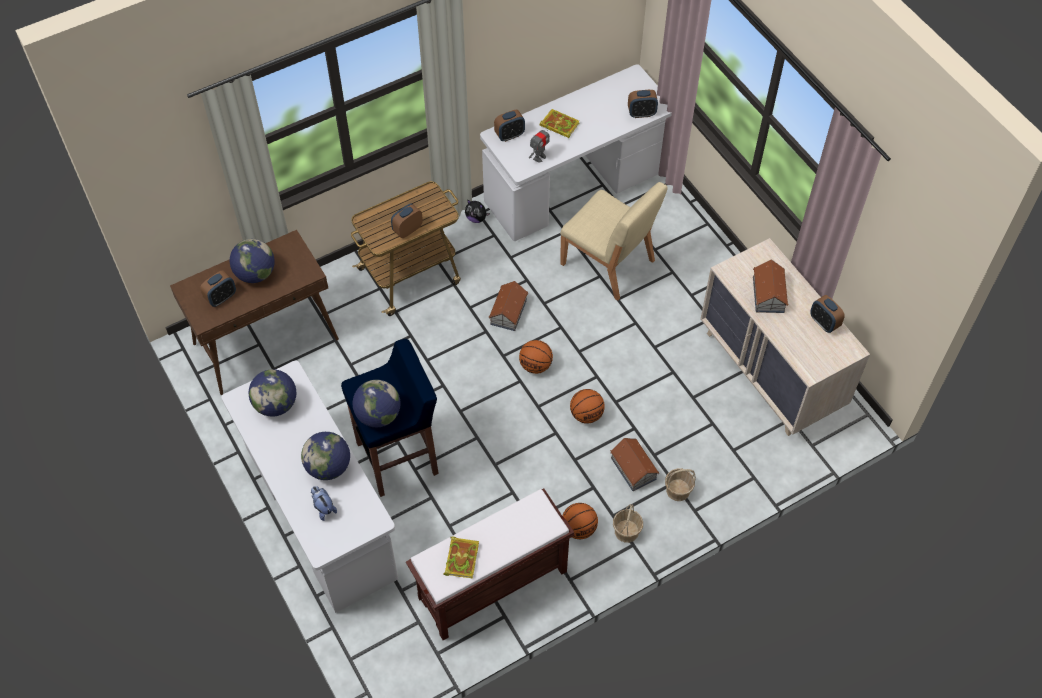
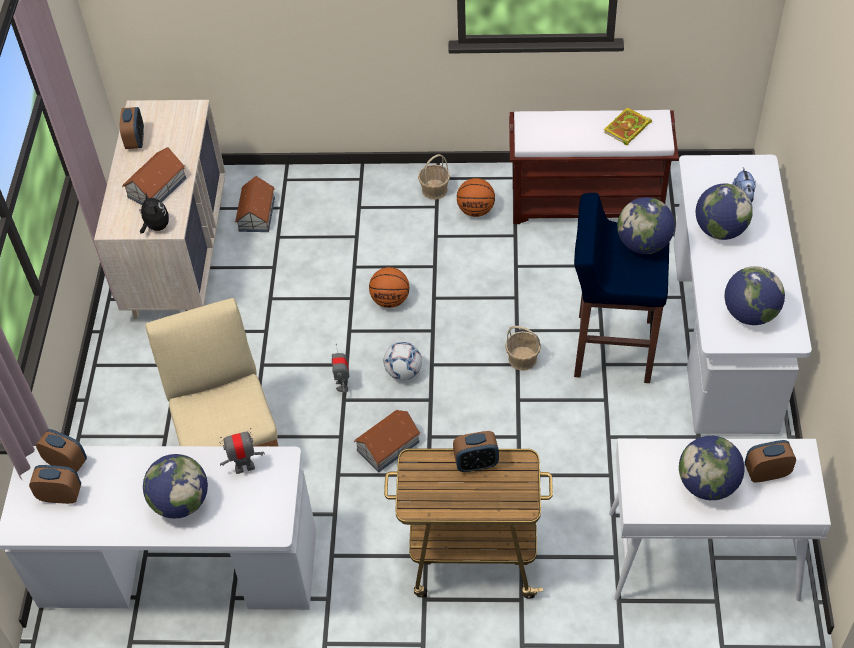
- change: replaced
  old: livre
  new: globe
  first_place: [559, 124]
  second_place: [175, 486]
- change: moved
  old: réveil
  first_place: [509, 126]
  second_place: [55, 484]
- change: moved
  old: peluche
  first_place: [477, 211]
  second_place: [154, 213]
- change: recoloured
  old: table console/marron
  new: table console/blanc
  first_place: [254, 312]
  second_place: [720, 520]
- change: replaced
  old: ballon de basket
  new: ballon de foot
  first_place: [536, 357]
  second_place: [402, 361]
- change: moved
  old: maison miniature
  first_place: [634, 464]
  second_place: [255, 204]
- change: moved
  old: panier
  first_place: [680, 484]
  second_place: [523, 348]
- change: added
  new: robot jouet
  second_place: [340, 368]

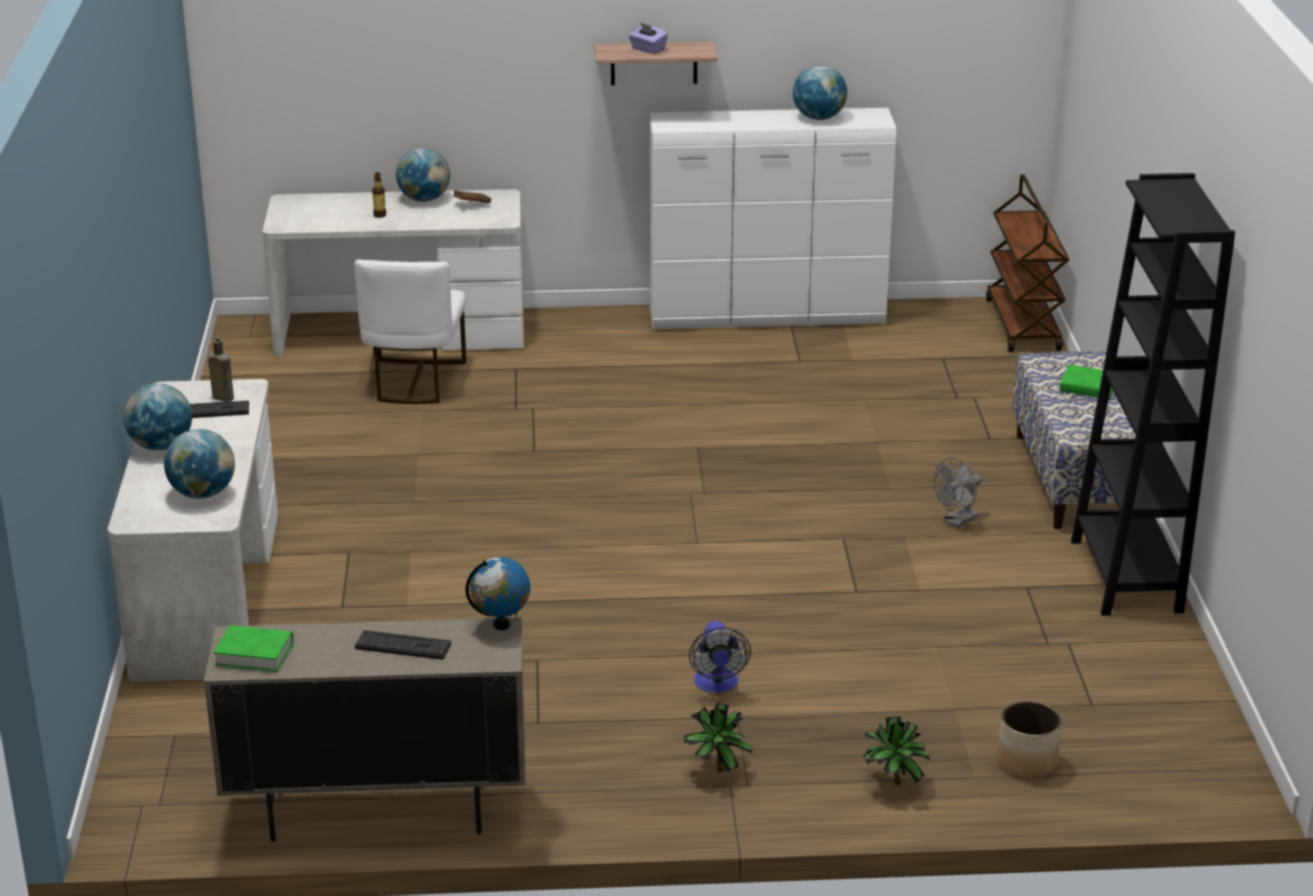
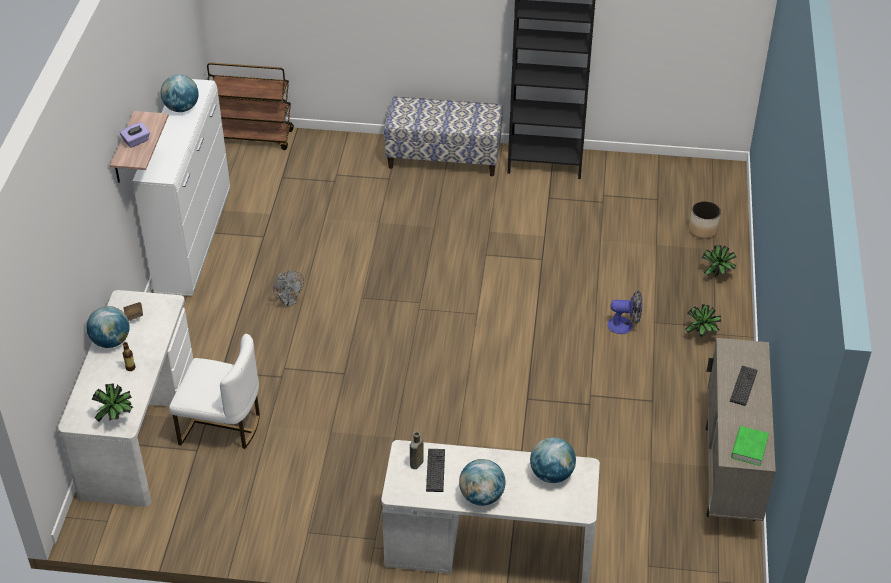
- change: removed
  old: livre/vert
  first_place: [1086, 382]
- change: moved
  old: ventilateur/gris
  first_place: [958, 492]
  second_place: [288, 289]
- change: removed
  old: globe
  first_place: [497, 593]
- change: added
  new: plante en pot
  second_place: [112, 402]

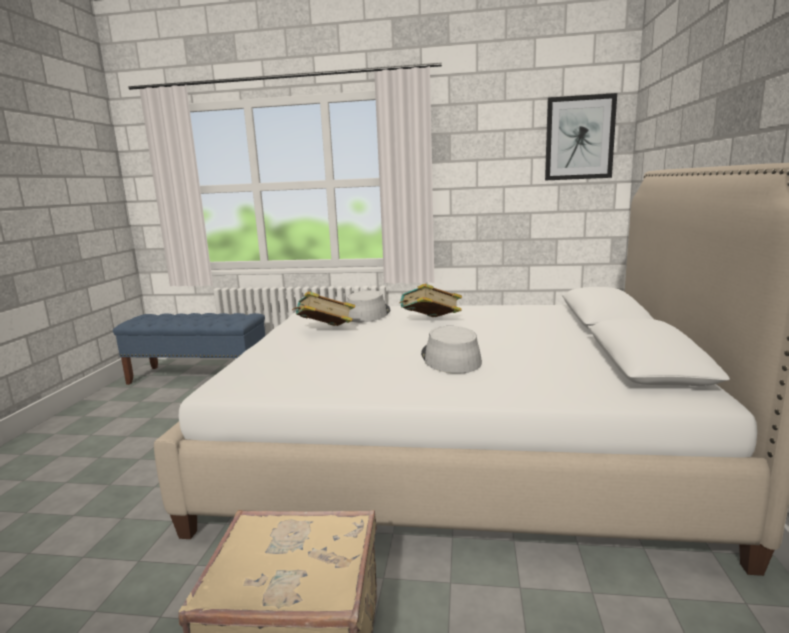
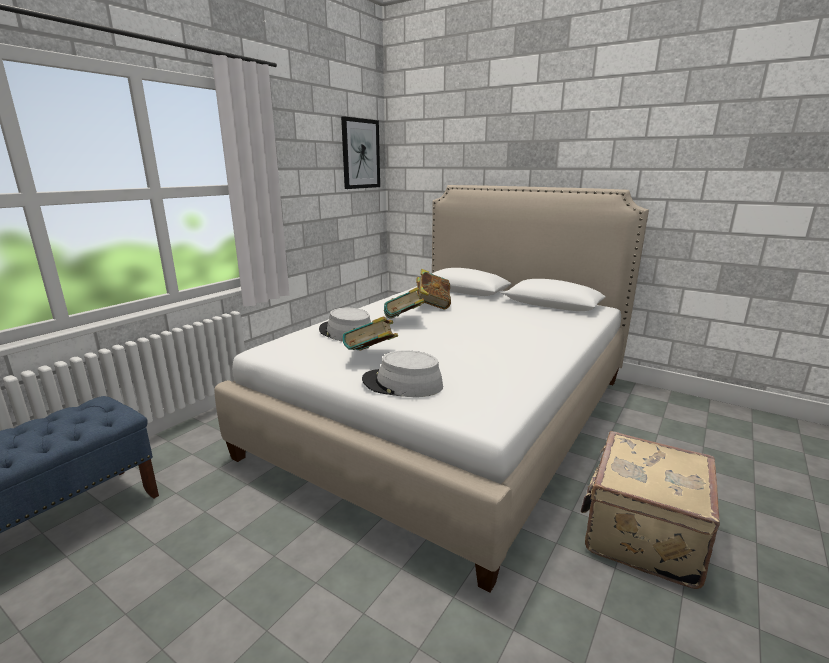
- change: moved
  old: chapeau/gris
  first_place: [451, 350]
  second_place: [402, 373]
- change: added
  new: livre
  second_place: [433, 289]

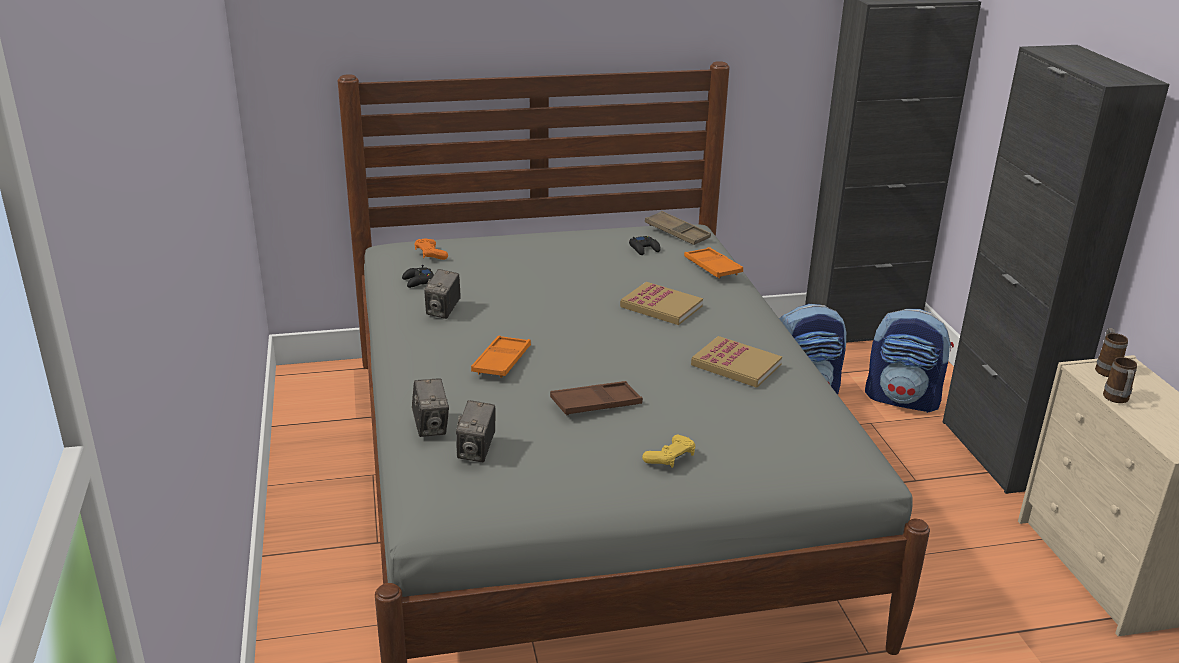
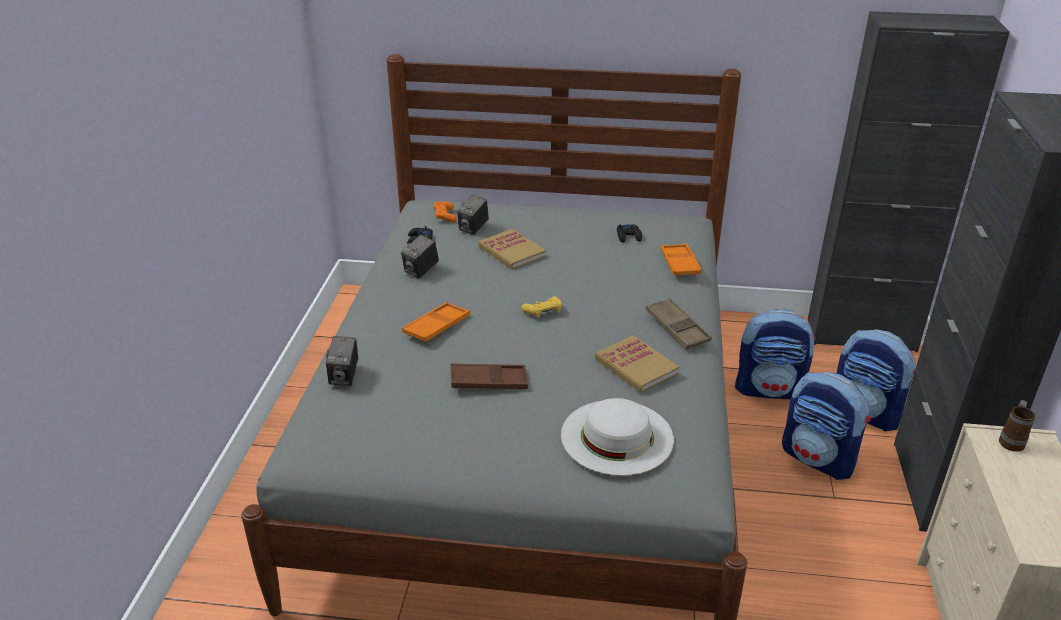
- change: moved
  old: plateau/marron
  first_place: [678, 228]
  second_place: [679, 323]
- change: moved
  old: livre
  first_place: [661, 303]
  second_place: [512, 249]
- change: removed
  old: mug
  first_place: [1120, 380]
- change: moved
  old: appareil photo
  first_place: [475, 431]
  second_place: [473, 215]
- change: moved
  old: manette/jaune
  first_place: [668, 451]
  second_place: [541, 307]
- change: added
  new: sac à dos
  second_place: [826, 426]
- change: added
  new: chapeau/blanc
  second_place: [617, 437]

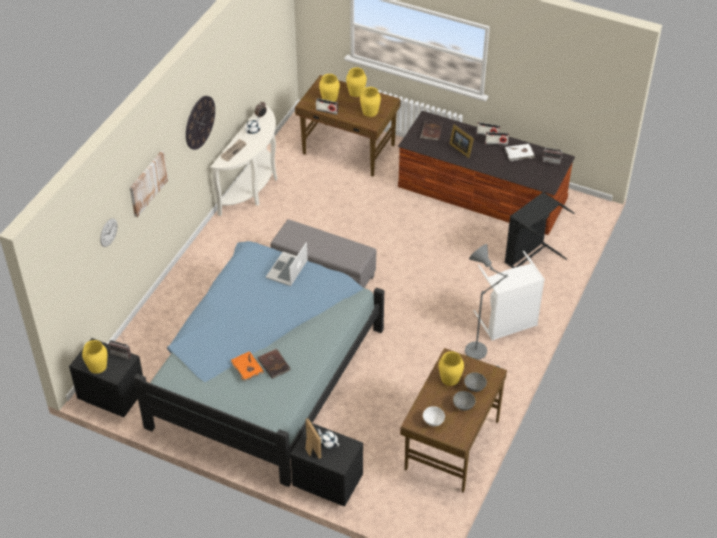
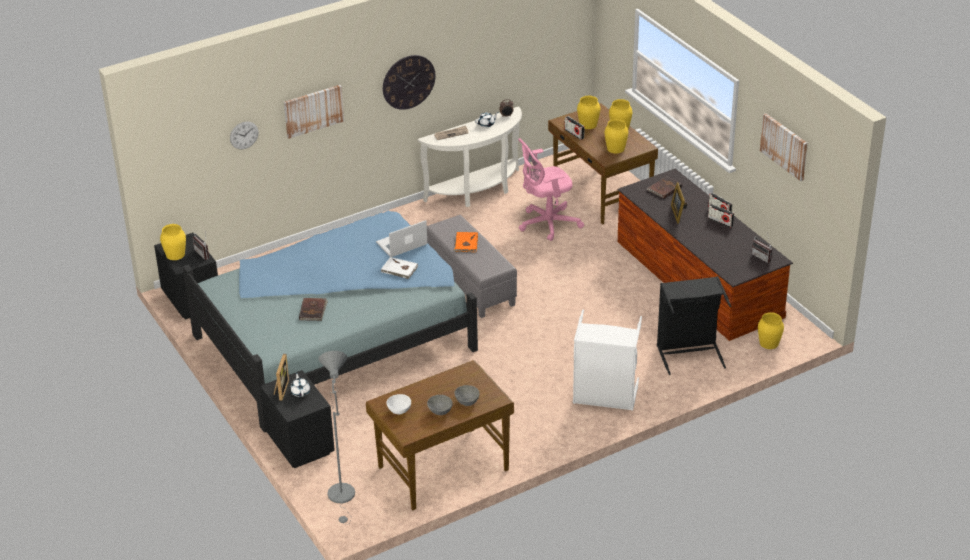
- change: moved
  old: livre/blanc
  first_place: [520, 152]
  second_place: [399, 268]
- change: moved
  old: lampadaire/gris
  first_place: [486, 306]
  second_place: [336, 437]
- change: moved
  old: livre/orange
  first_place: [247, 366]
  second_place: [466, 242]
- change: moved
  old: vase/jaune
  first_place: [451, 368]
  second_place: [771, 330]
- change: added
  new: tableau
  second_place: [784, 147]
- change: added
  new: chaise de bureau/rose
  second_place: [551, 189]

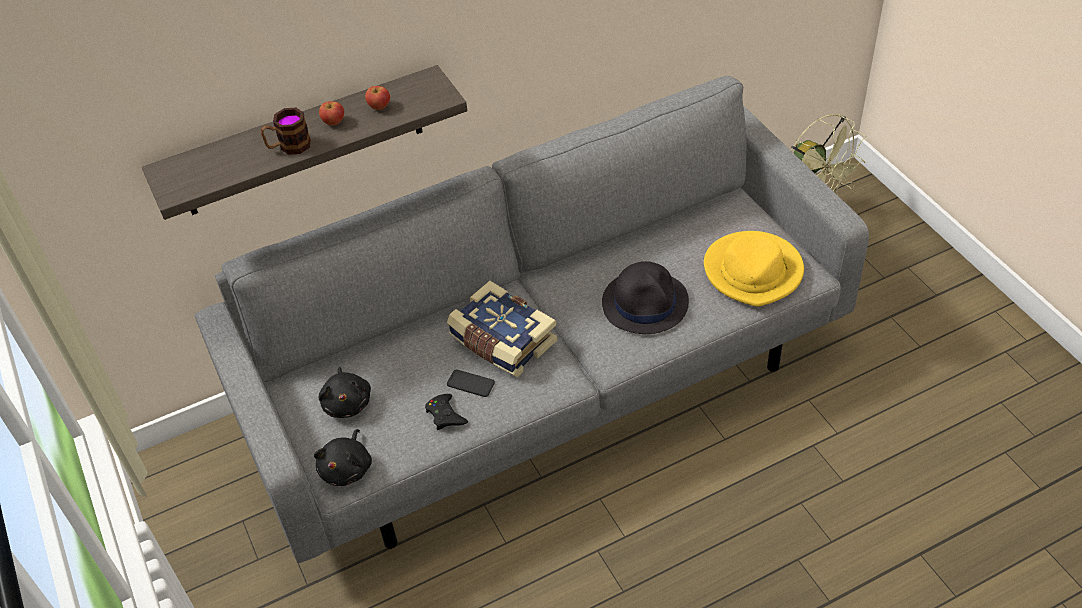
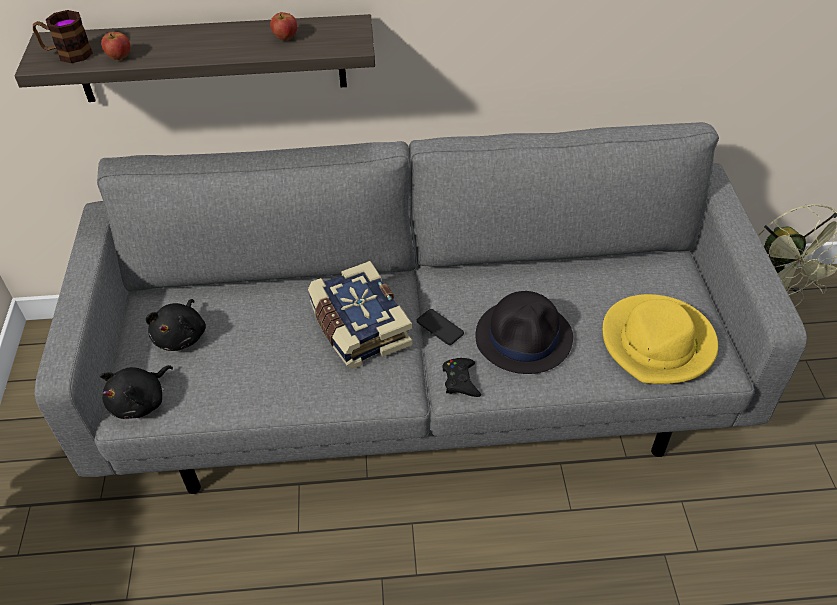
- change: moved
  old: pomme
  first_place: [331, 113]
  second_place: [115, 46]
- change: moved
  old: mug
  first_place: [286, 131]
  second_place: [63, 36]
- change: moved
  old: téléphone
  first_place: [471, 383]
  second_place: [440, 327]
- change: moved
  old: manette/noir
  first_place: [446, 412]
  second_place: [462, 377]

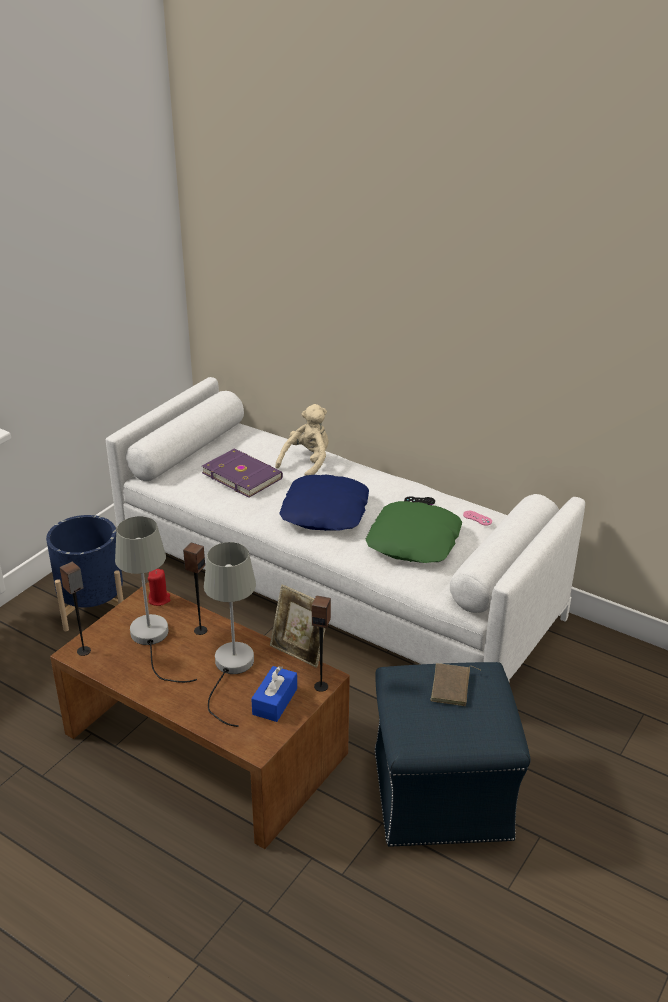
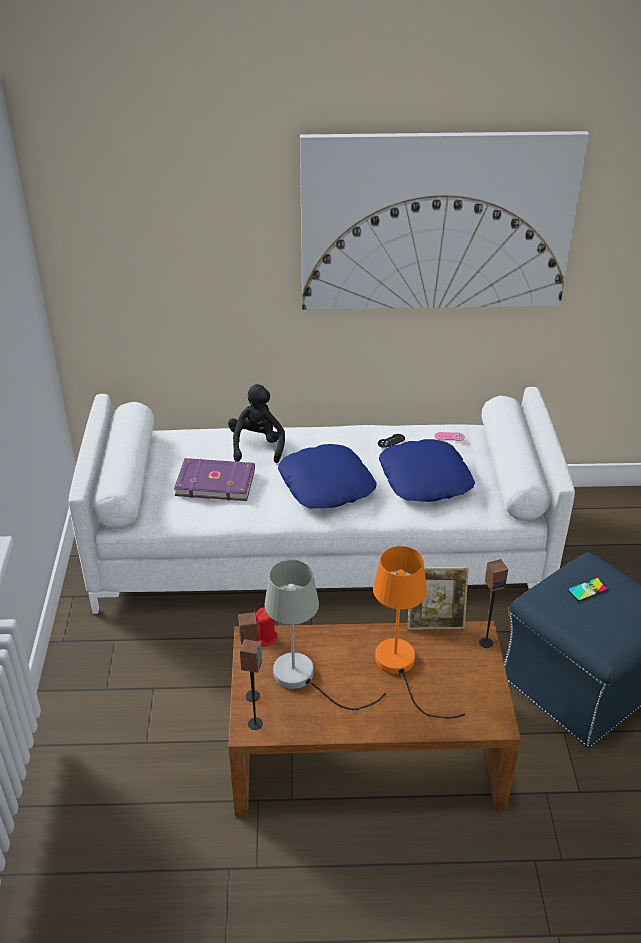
- change: recoloured
  old: peluche/beige
  new: peluche/noir
  first_place: [302, 440]
  second_place: [256, 423]
- change: recoloured
  old: coussin/vert
  new: coussin/bleu
  first_place: [413, 532]
  second_place: [427, 470]
- change: removed
  old: cache-pot/bleu
  first_place: [85, 573]
- change: recoloured
  old: lampe de table/gris
  new: lampe de table/orange
  first_place: [230, 634]
  second_place: [419, 632]
- change: moved
  old: enceinte
  first_place: [195, 589]
  second_place: [249, 657]
- change: replaced
  old: livre/marron
  new: téléphone
  first_place: [455, 684]
  second_place: [588, 589]
- change: removed
  old: boîte à mouchoirs/bleu
  first_place: [274, 694]
- change: added
  new: tableau
  second_place: [444, 220]

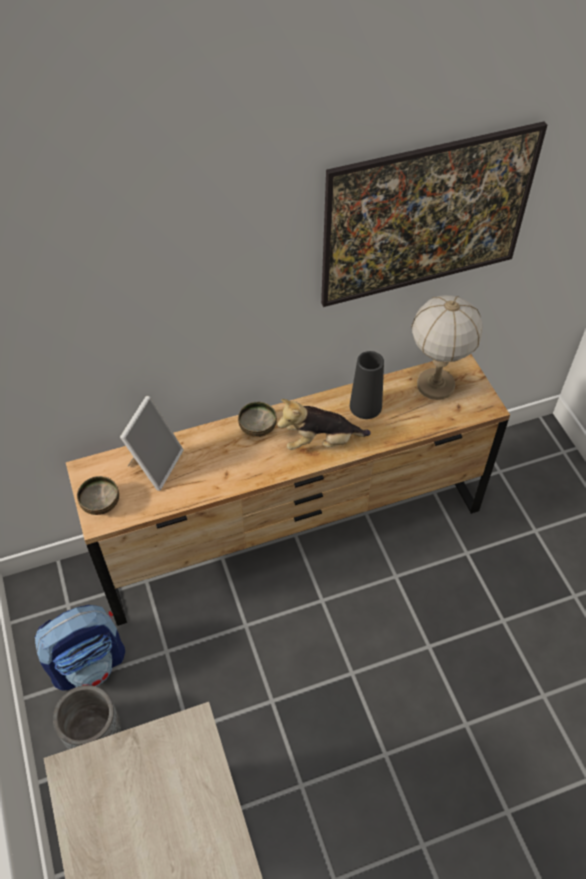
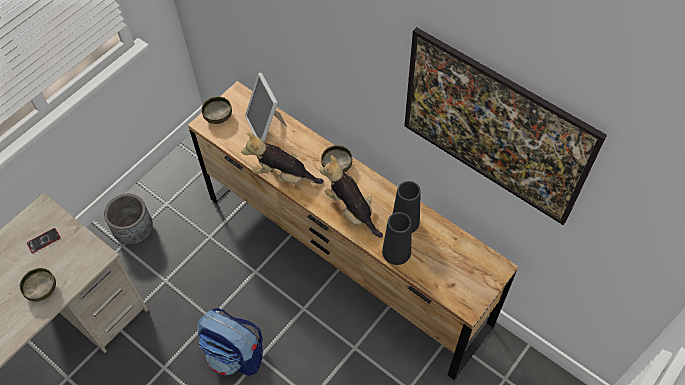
- change: removed
  old: lampe de table
  first_place: [446, 347]
- change: turned
  old: cadre photo
  first_place: [152, 443]
  second_place: [266, 107]
  degrees: 75
- change: moved
  old: sac à dos
  first_place: [80, 648]
  second_place: [230, 342]
- change: added
  new: peluche
  second_place: [282, 158]
- change: added
  new: vase/noir
  second_place: [397, 238]
- change: added
  new: téléphone
  second_place: [43, 240]
- change: added
  new: bol
  second_place: [38, 285]

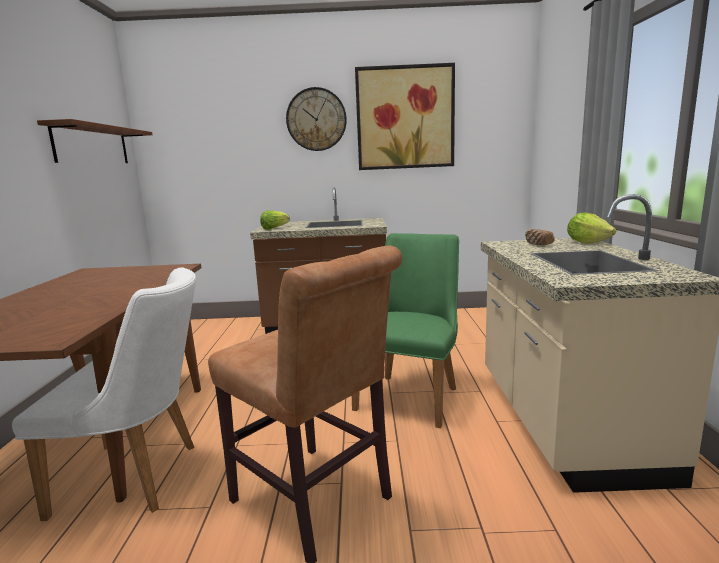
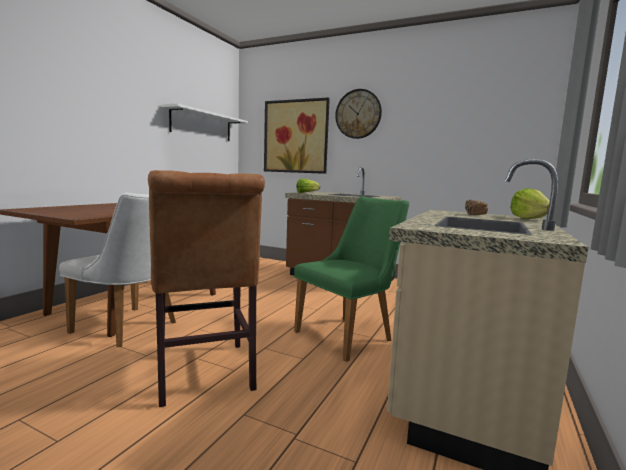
- change: moved
  old: tableau
  first_place: [405, 116]
  second_place: [297, 136]
- change: recoloured
  old: étagère/marron
  new: étagère/blanc
  first_place: [95, 141]
  second_place: [205, 122]

